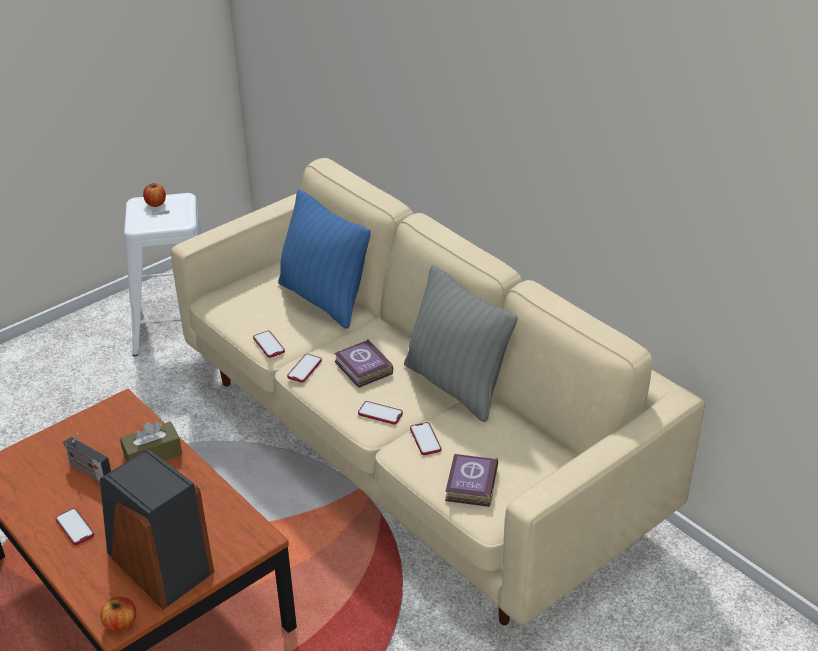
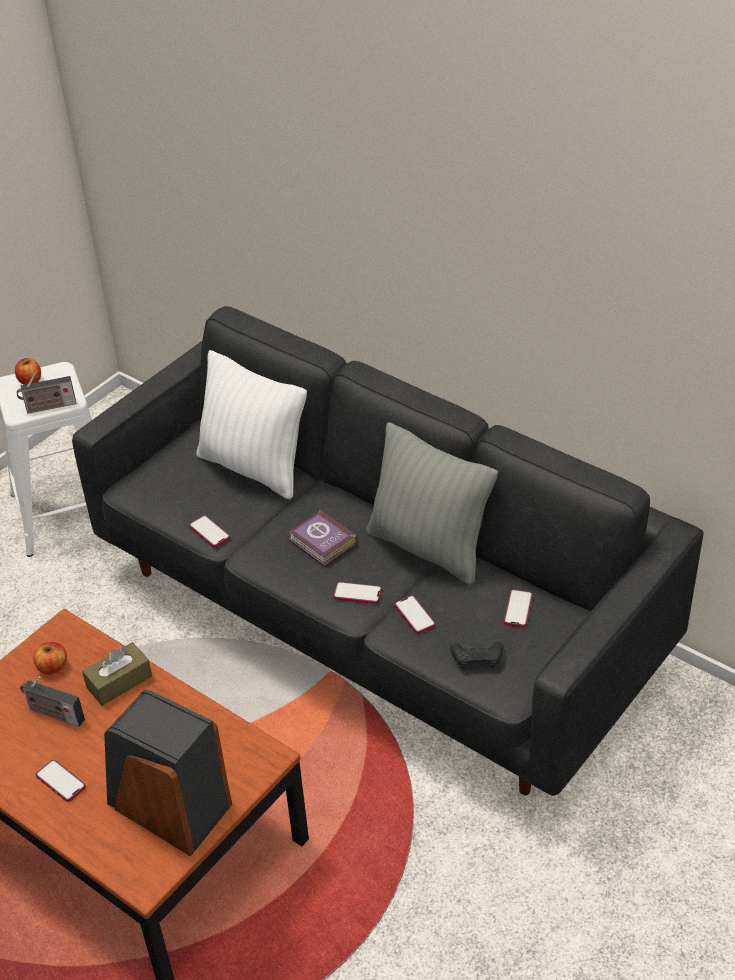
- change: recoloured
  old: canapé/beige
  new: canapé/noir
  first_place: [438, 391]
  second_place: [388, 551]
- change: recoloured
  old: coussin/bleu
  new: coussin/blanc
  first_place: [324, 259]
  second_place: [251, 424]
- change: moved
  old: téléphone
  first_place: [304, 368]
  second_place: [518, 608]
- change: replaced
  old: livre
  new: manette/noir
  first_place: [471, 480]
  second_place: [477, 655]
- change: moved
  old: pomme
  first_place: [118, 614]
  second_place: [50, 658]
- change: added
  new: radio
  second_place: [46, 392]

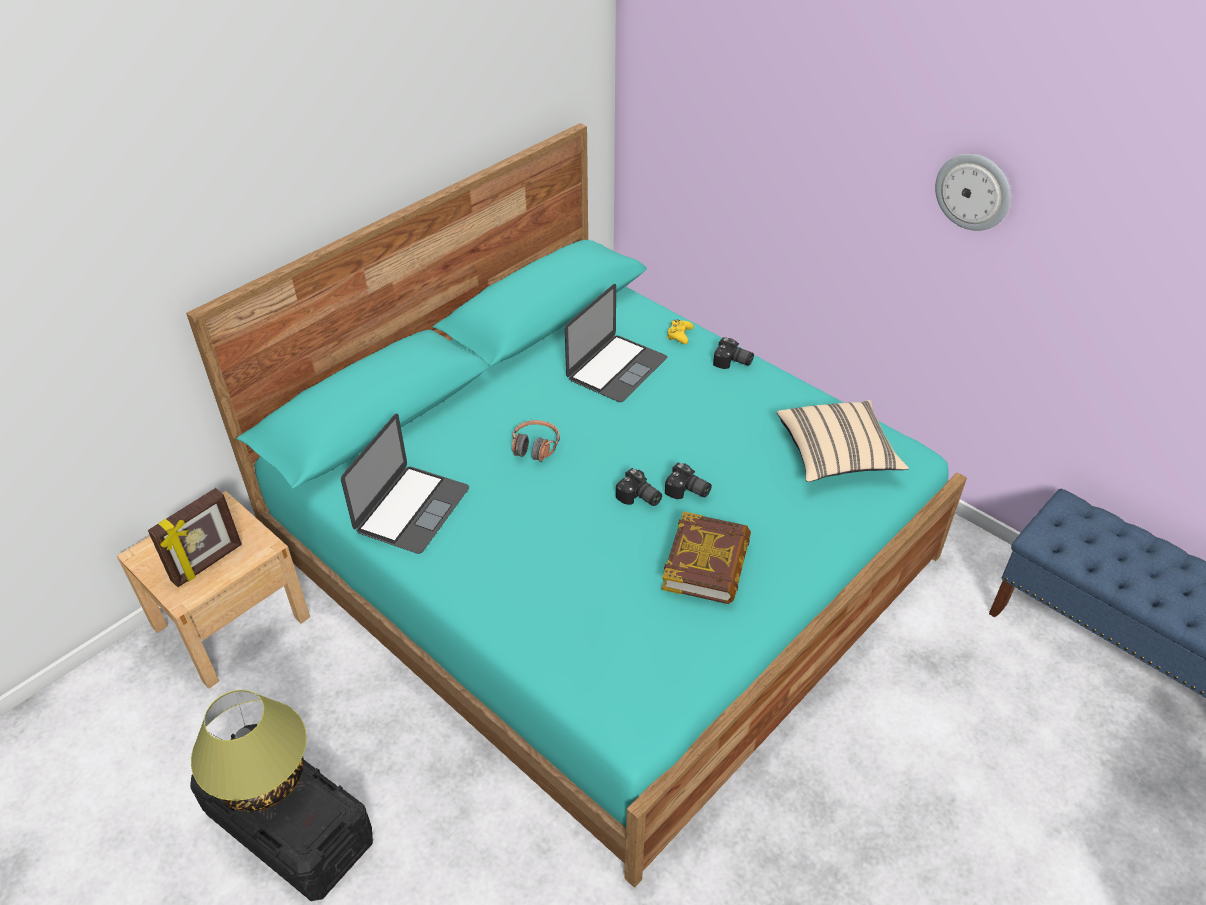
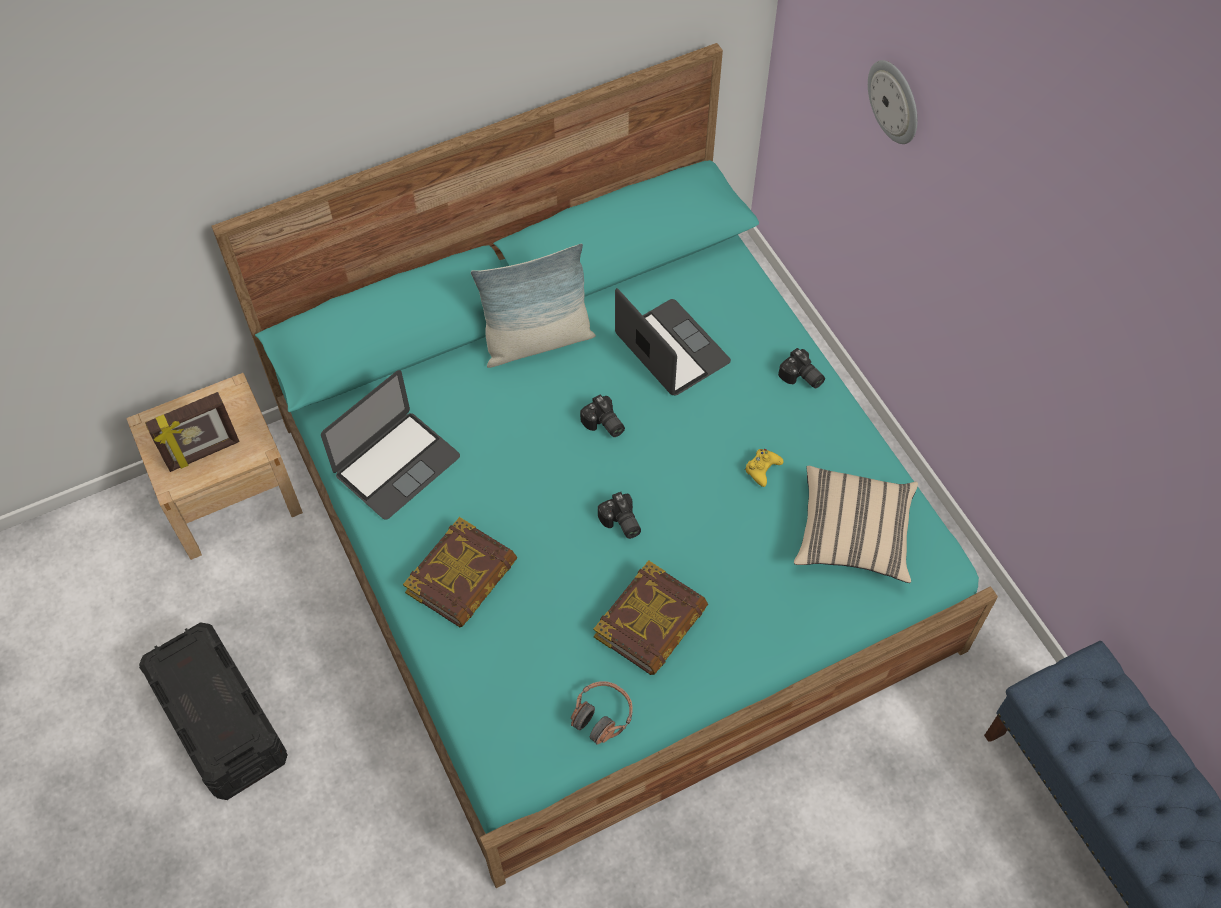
- change: moved
  old: horloge murale
  first_place: [973, 192]
  second_place: [893, 102]
- change: turned
  old: ordinateur portable
  first_place: [616, 343]
  second_place: [673, 341]
  degrees: -90
- change: moved
  old: manette/jaune
  first_place: [680, 331]
  second_place: [764, 468]
- change: moved
  old: casque audio
  first_place: [536, 441]
  second_place: [602, 712]
- change: moved
  old: appareil photo
  first_place: [688, 481]
  second_place: [602, 415]
- change: removed
  old: lampe de table
  first_place: [249, 751]
- change: added
  new: coussin
  second_place: [533, 305]
- change: added
  new: livre
  second_place: [460, 572]

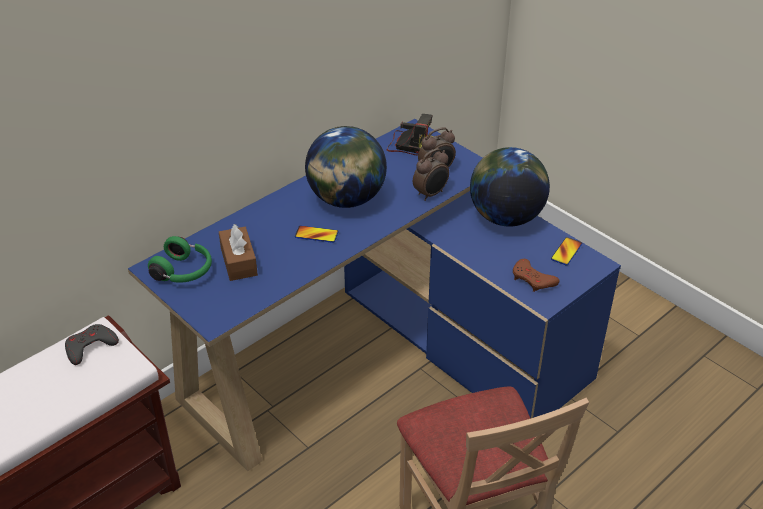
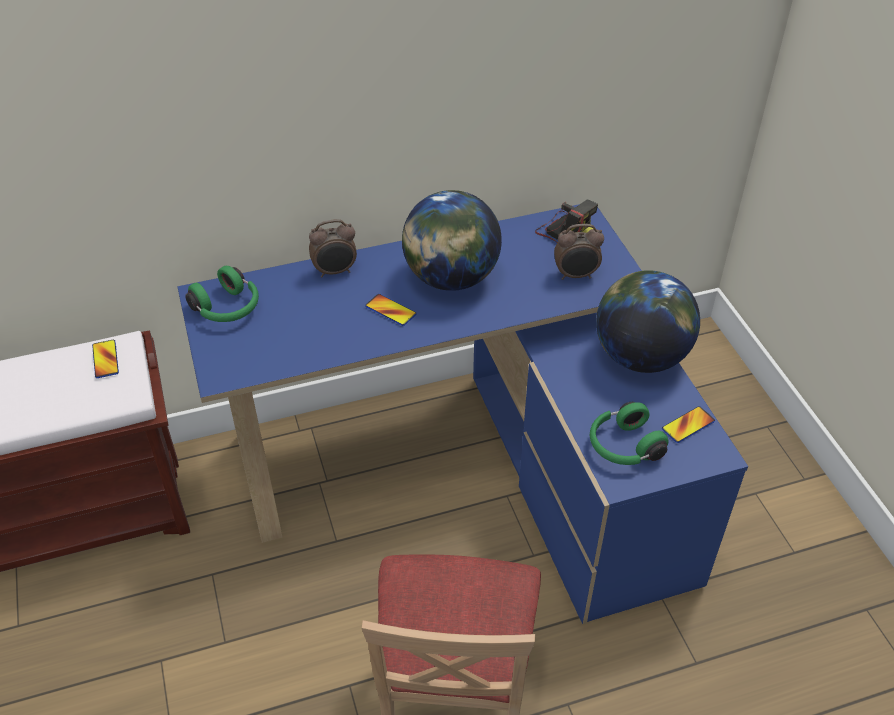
- change: moved
  old: réveil
  first_place: [431, 174]
  second_place: [333, 248]
- change: removed
  old: boîte à mouchoirs/marron
  first_place: [238, 252]
- change: replaced
  old: manette/marron
  new: casque audio/vert
  first_place: [536, 275]
  second_place: [629, 433]
- change: replaced
  old: manette/gris
  new: téléphone
  first_place: [92, 344]
  second_place: [105, 359]

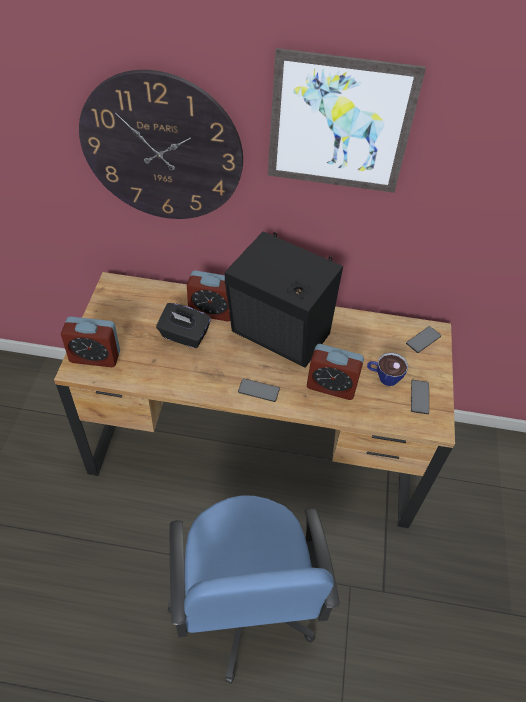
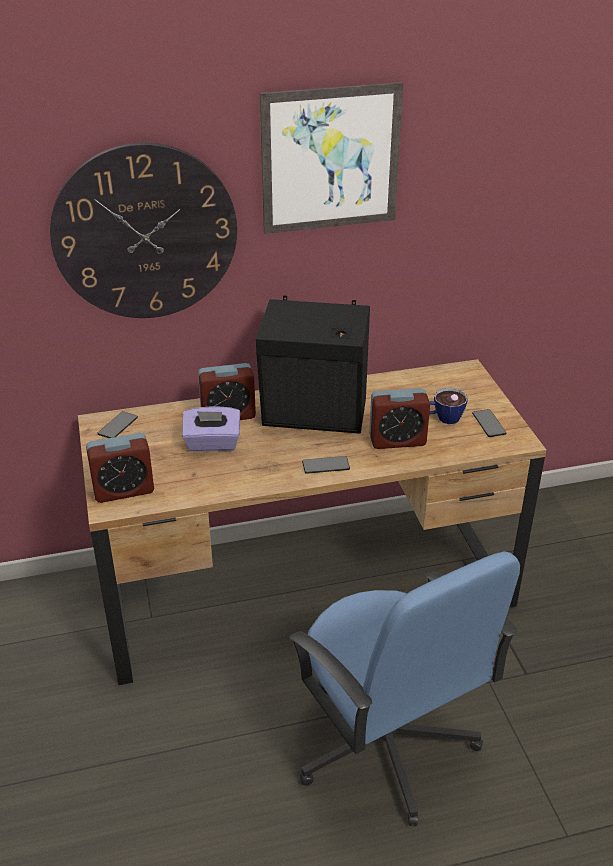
- change: recoloured
  old: boîte à mouchoirs/noir
  new: boîte à mouchoirs/violet
  first_place: [183, 325]
  second_place: [211, 429]
- change: moved
  old: téléphone
  first_place: [423, 339]
  second_place: [117, 424]

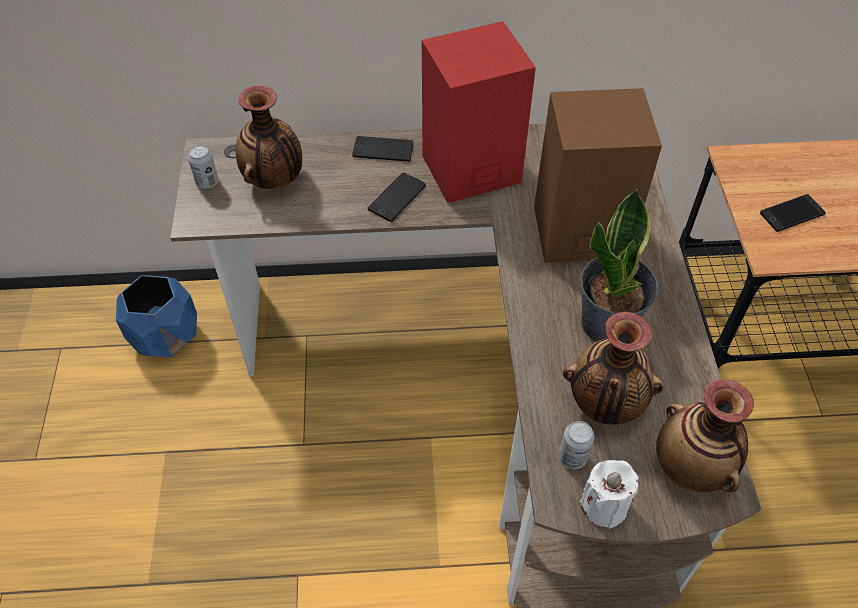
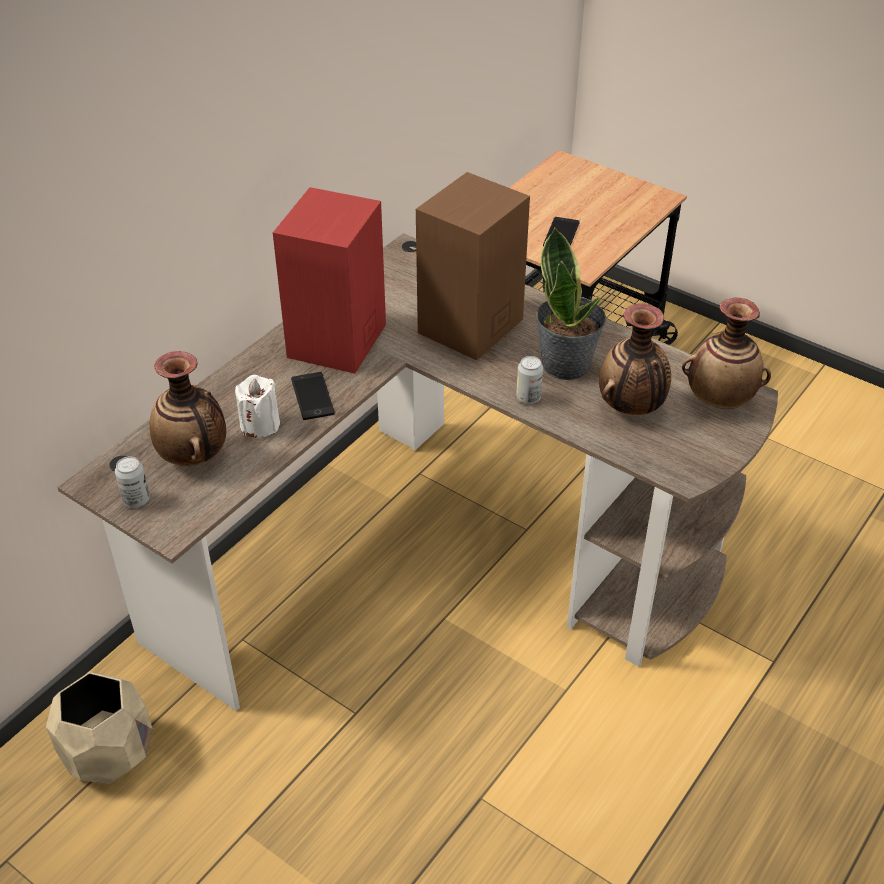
- change: removed
  old: téléphone
  first_place: [382, 149]
- change: recoloured
  old: cache-pot/bleu
  new: cache-pot/beige
  first_place: [156, 316]
  second_place: [99, 728]
- change: moved
  old: boîte métallique
  first_place: [577, 445]
  second_place: [529, 380]
- change: moved
  old: bougie/blanc
  first_place: [609, 494]
  second_place: [257, 406]

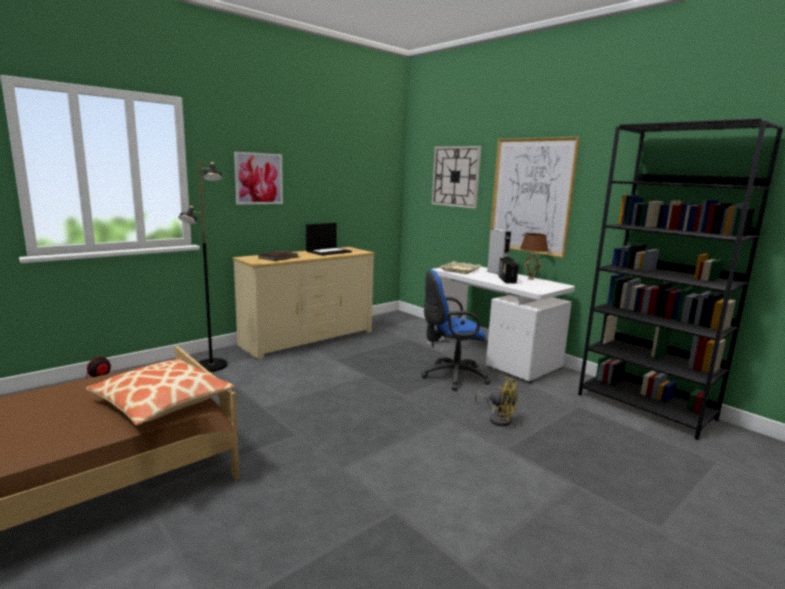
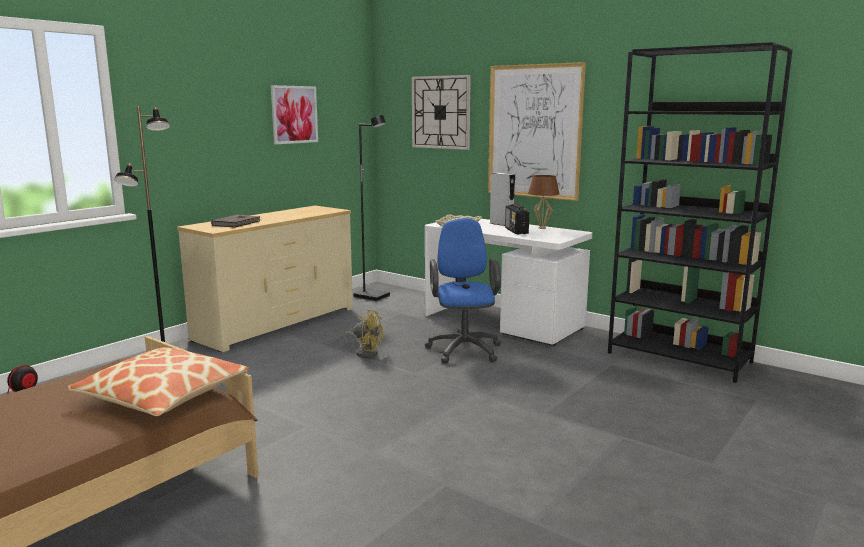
- change: moved
  old: tableau
  first_place: [258, 178]
  second_place: [294, 114]
- change: removed
  old: ordinateur portable
  first_place: [329, 239]
- change: turned
  old: chaise de bureau/bleu
  first_place: [456, 330]
  second_place: [463, 291]
  degrees: 105
- change: moved
  old: ventilateur/jaune
  first_place: [496, 401]
  second_place: [363, 333]
- change: added
  new: lampadaire/noir
  second_place: [371, 208]

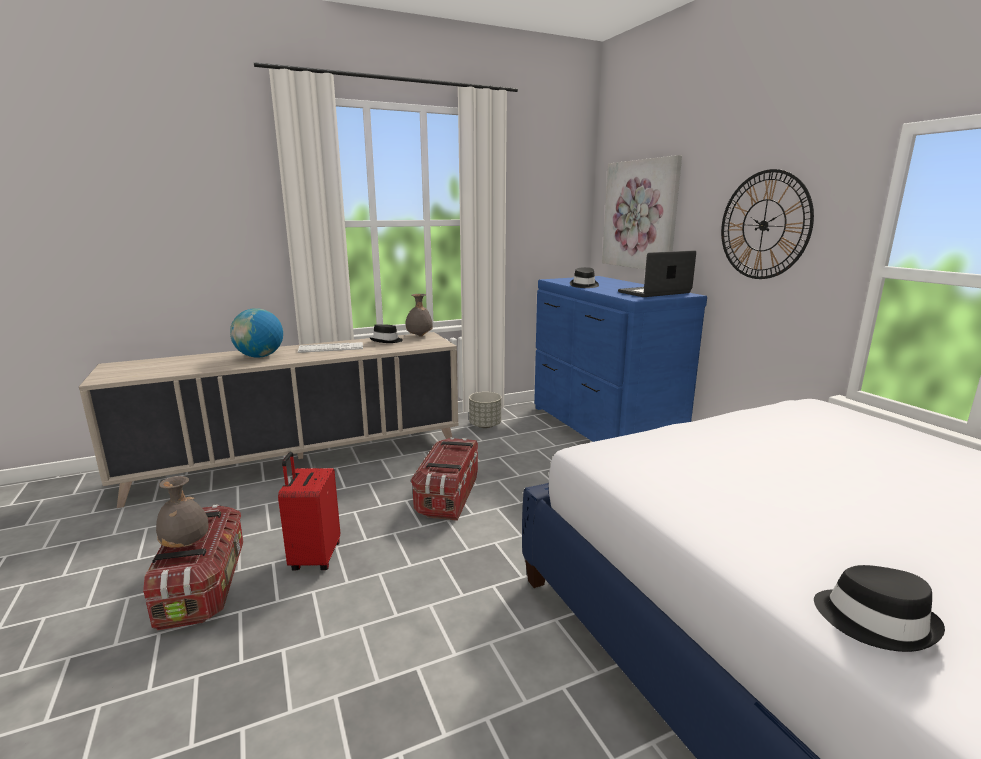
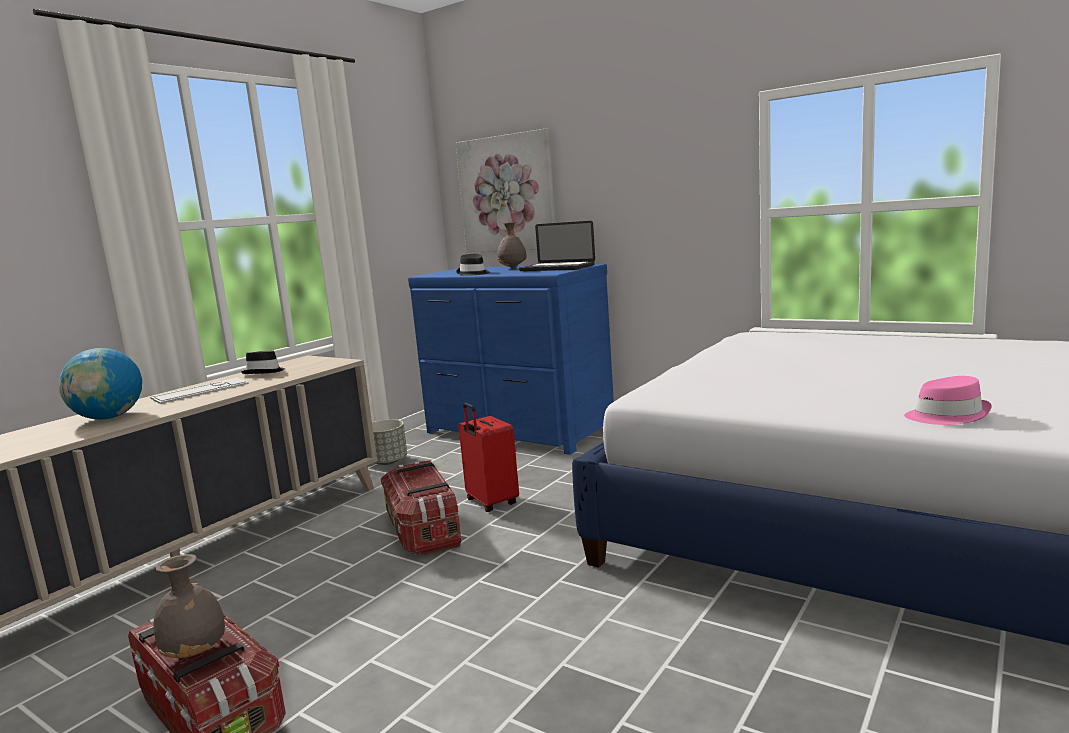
- change: removed
  old: horloge murale
  first_place: [767, 224]
- change: turned
  old: ordinateur portable
  first_place: [657, 273]
  second_place: [557, 246]
  degrees: -90
- change: moved
  old: vase/gris
  first_place: [419, 315]
  second_place: [512, 245]
- change: moved
  old: valise/rouge
  first_place: [309, 511]
  second_place: [489, 457]
- change: recoloured
  old: chapeau/noir
  new: chapeau/rose
  first_place: [879, 608]
  second_place: [948, 400]

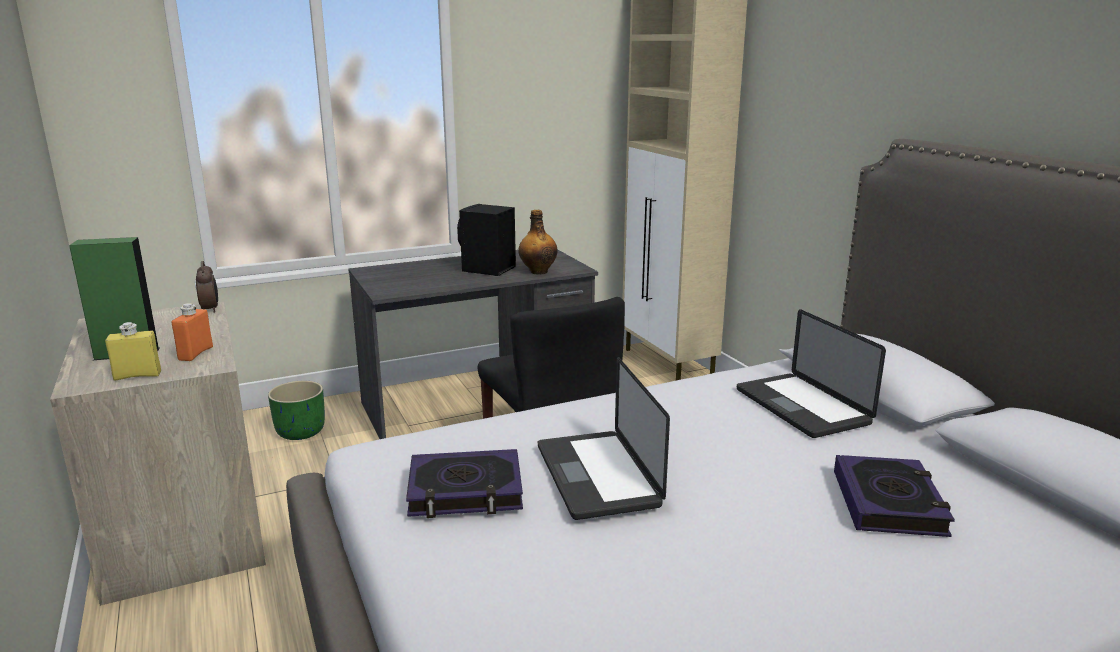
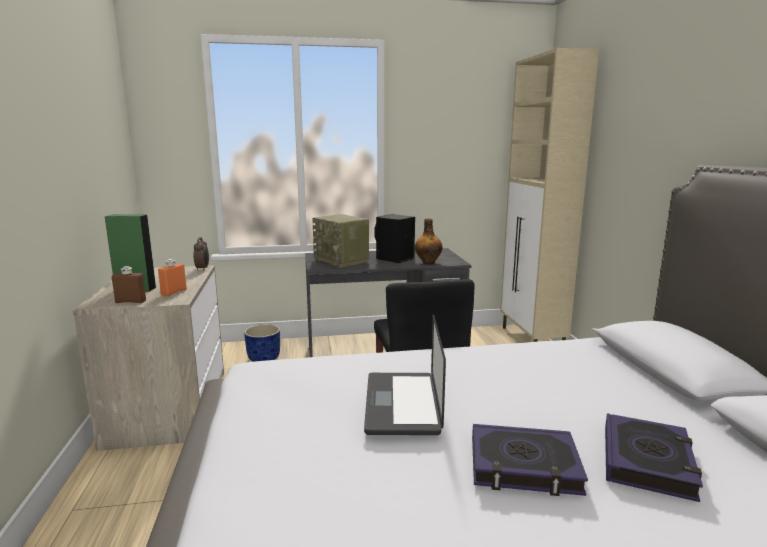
- change: removed
  old: ordinateur portable
  first_place: [811, 373]
- change: recoloured
  old: bouteille/jaune
  new: bouteille/marron
  first_place: [133, 351]
  second_place: [129, 284]
- change: recoloured
  old: cache-pot/vert
  new: cache-pot/bleu
  first_place: [296, 410]
  second_place: [262, 343]
- change: moved
  old: livre
  first_place: [464, 483]
  second_place: [530, 460]
- change: added
  new: radio
  second_place: [341, 241]

